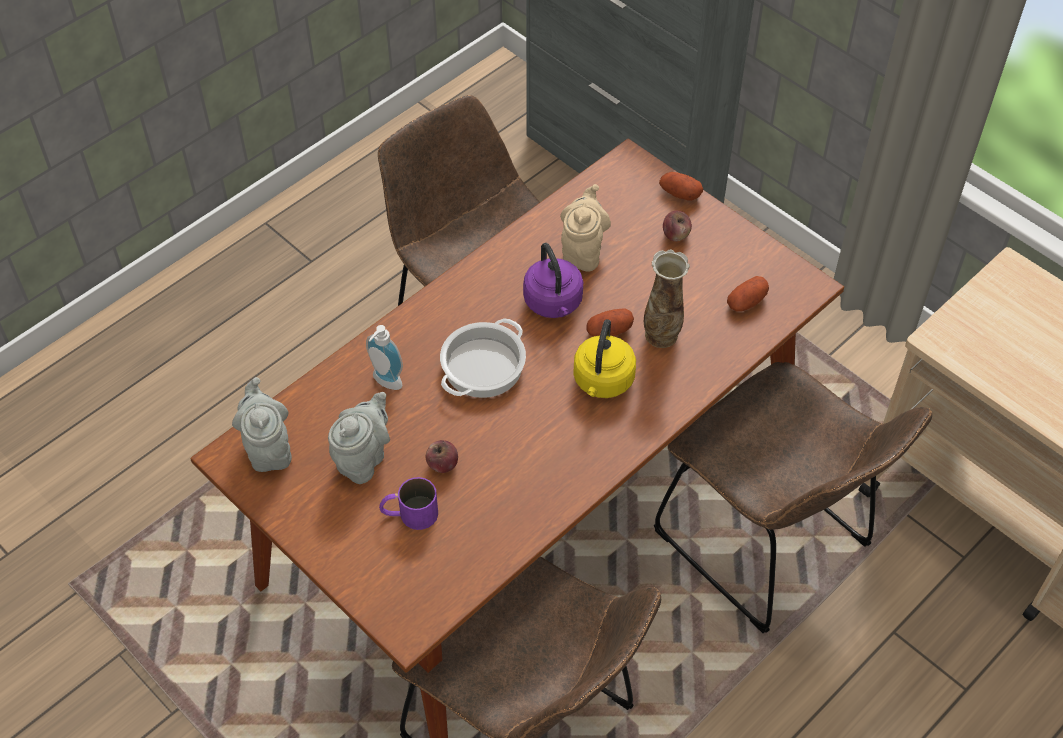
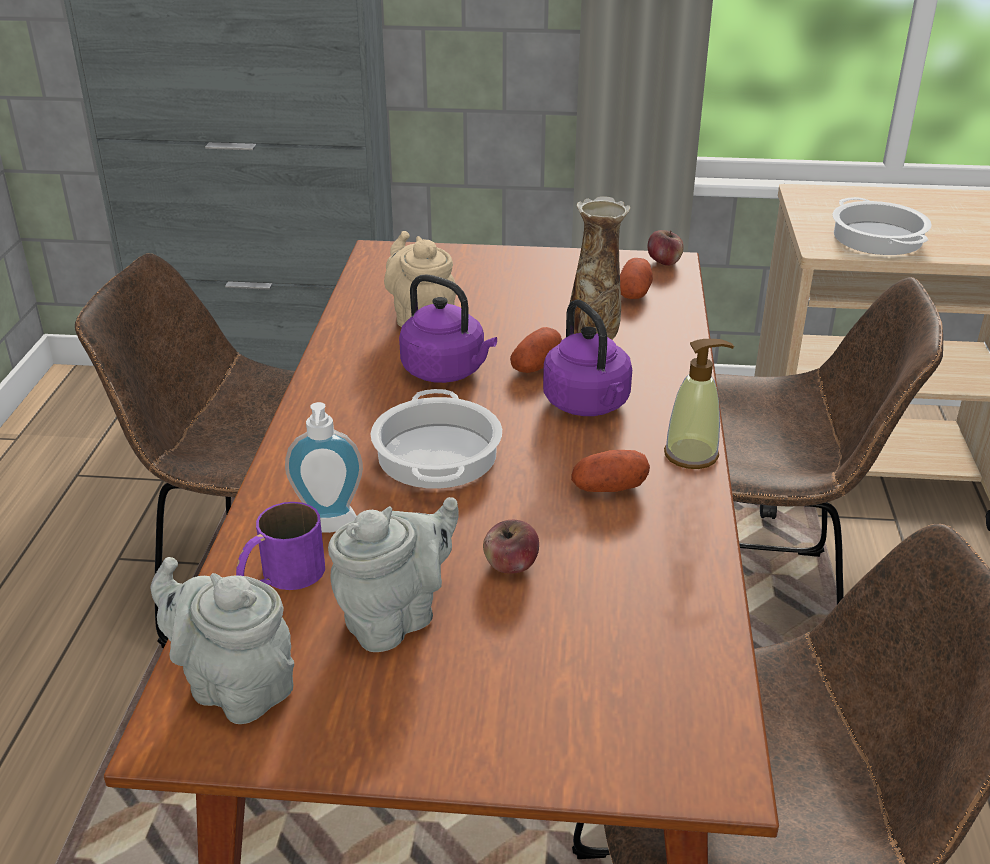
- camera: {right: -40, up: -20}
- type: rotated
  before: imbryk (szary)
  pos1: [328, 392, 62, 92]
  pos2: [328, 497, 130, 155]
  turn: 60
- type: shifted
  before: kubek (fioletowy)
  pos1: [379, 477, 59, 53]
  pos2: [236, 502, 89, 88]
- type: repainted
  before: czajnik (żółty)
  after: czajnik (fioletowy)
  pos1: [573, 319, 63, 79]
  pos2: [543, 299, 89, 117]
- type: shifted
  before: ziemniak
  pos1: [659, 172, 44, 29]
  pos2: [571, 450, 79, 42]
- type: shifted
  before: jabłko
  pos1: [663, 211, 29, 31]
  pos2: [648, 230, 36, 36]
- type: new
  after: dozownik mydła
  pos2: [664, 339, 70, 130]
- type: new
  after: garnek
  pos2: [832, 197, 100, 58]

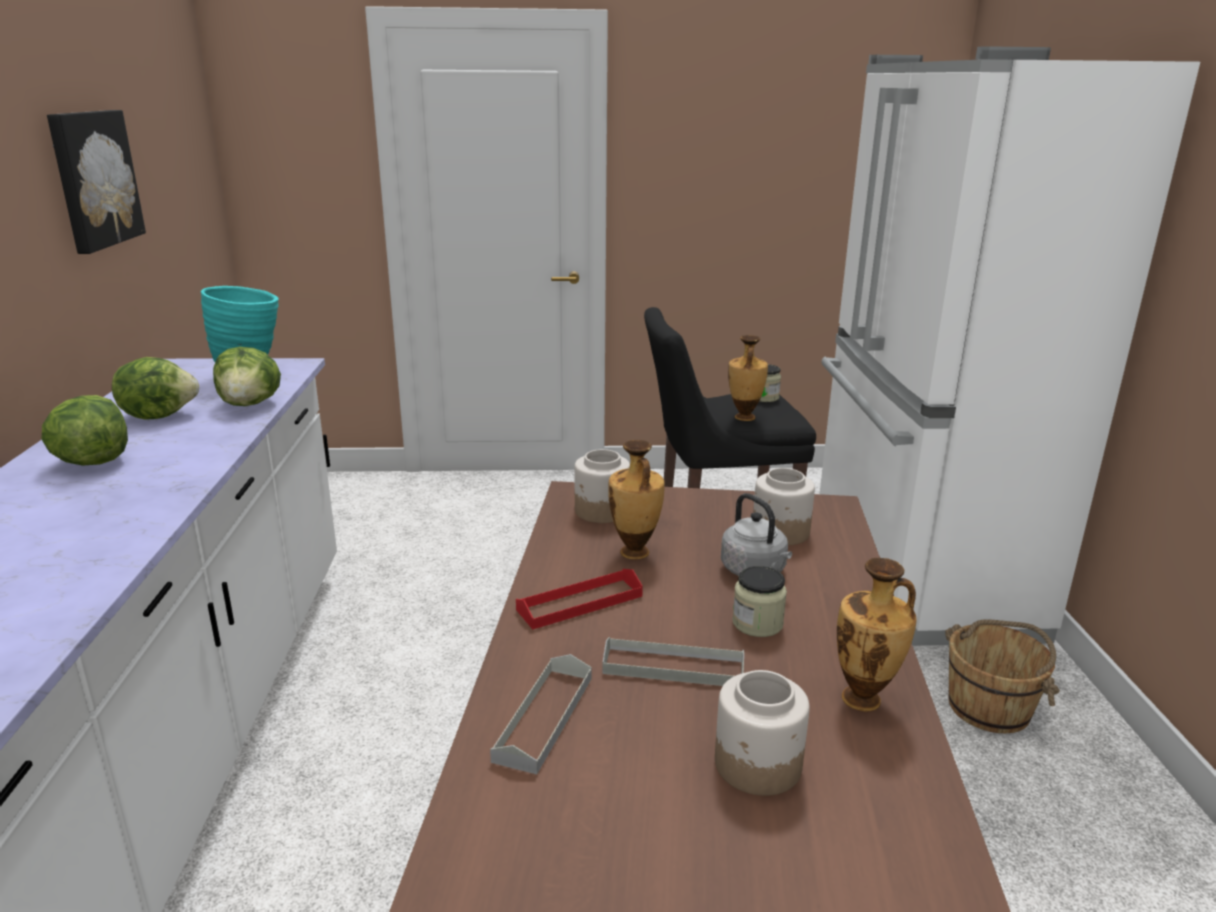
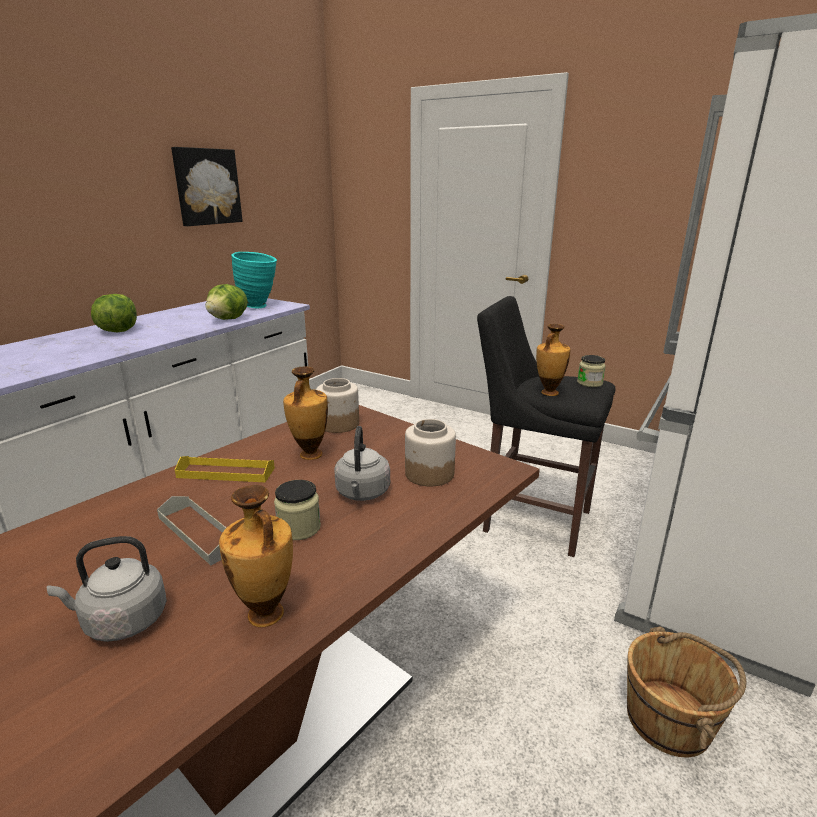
- camera: {right: 35, up: 0}
- type: gone
  before: sałata
  pos1: [112, 357, 87, 62]
- type: gone
  before: taca (szary)
  pos1: [490, 654, 101, 120]
- type: repainted
  before: taca (czerwony)
  after: taca (żółty)
  pos1: [516, 569, 127, 61]
  pos2: [175, 456, 100, 26]
- type: swapped
  before: słoik
  after: czajnik (szary)
  pos1: [715, 670, 95, 126]
  pos2: [47, 536, 120, 106]

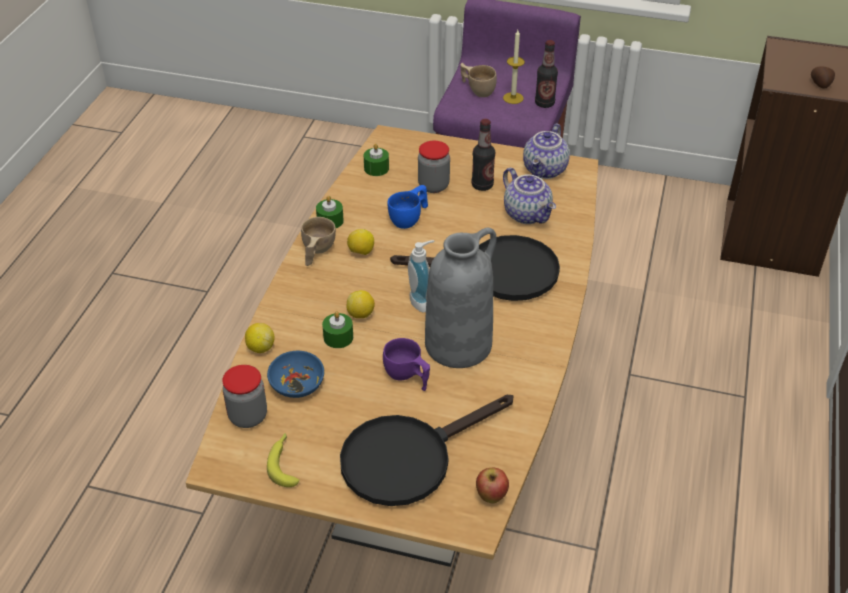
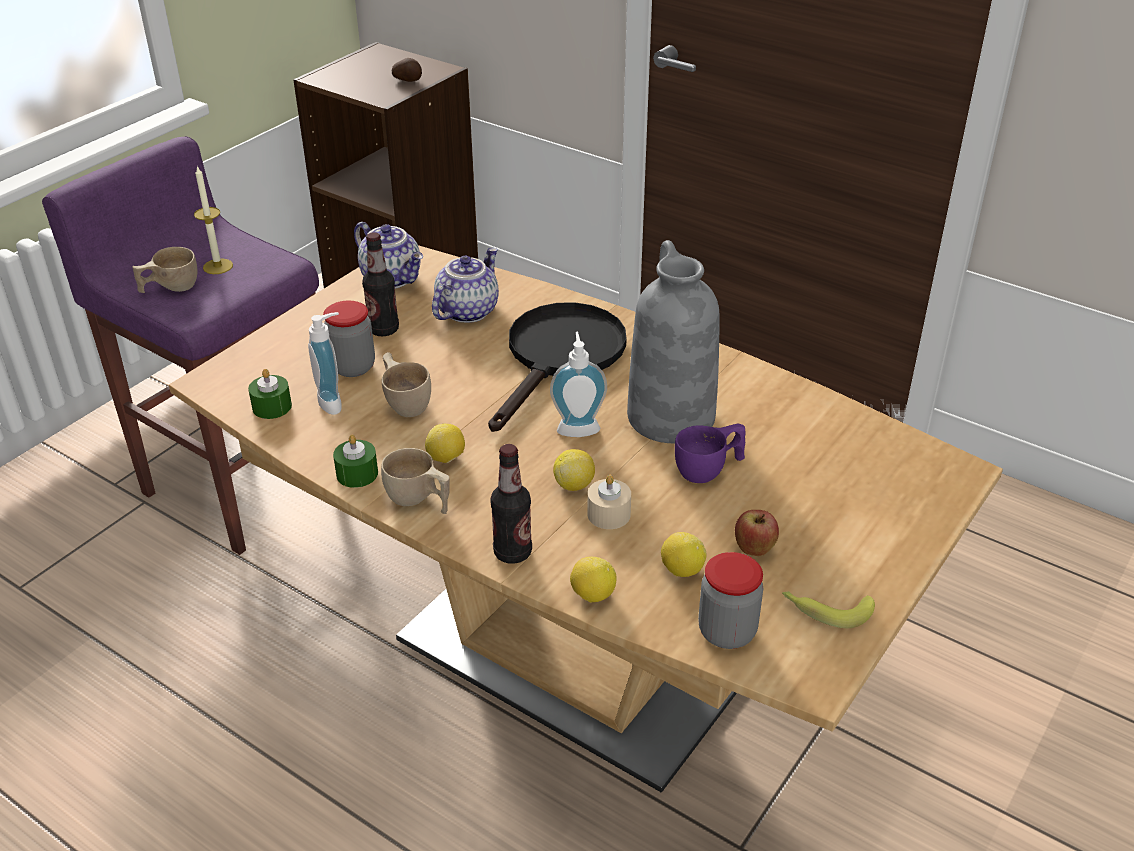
- camera: {right: -70, up: -5}
- type: swapped
  before: miska (niebieski)
  after: cytryna
  pos1: [267, 351, 57, 47]
  pos2: [661, 532, 45, 45]
- type: repainted
  before: świeca (zielony)
  after: świeca (beżowy)
  pos1: [322, 311, 31, 37]
  pos2: [588, 475, 43, 54]
- type: gone
  before: patelnia (czarny)
  pos1: [340, 395, 173, 111]
- type: repainted
  before: filiżanka (niebieski)
  after: filiżanka (beżowy)
  pos1: [388, 185, 40, 44]
  pos2: [382, 352, 49, 65]
- type: shifted
  before: jabłko
  pos1: [476, 468, 33, 35]
  pos2: [735, 510, 44, 46]
- type: rotated
  before: imbryk
  pos1: [503, 168, 53, 56]
  pos2: [432, 248, 67, 75]
  turn: -45
- type: shifted
  before: butelka
  pos1: [535, 40, 23, 68]
  pos2: [490, 444, 42, 120]
- type: new
  after: dozownik mydła
  pos2: [308, 312, 34, 103]

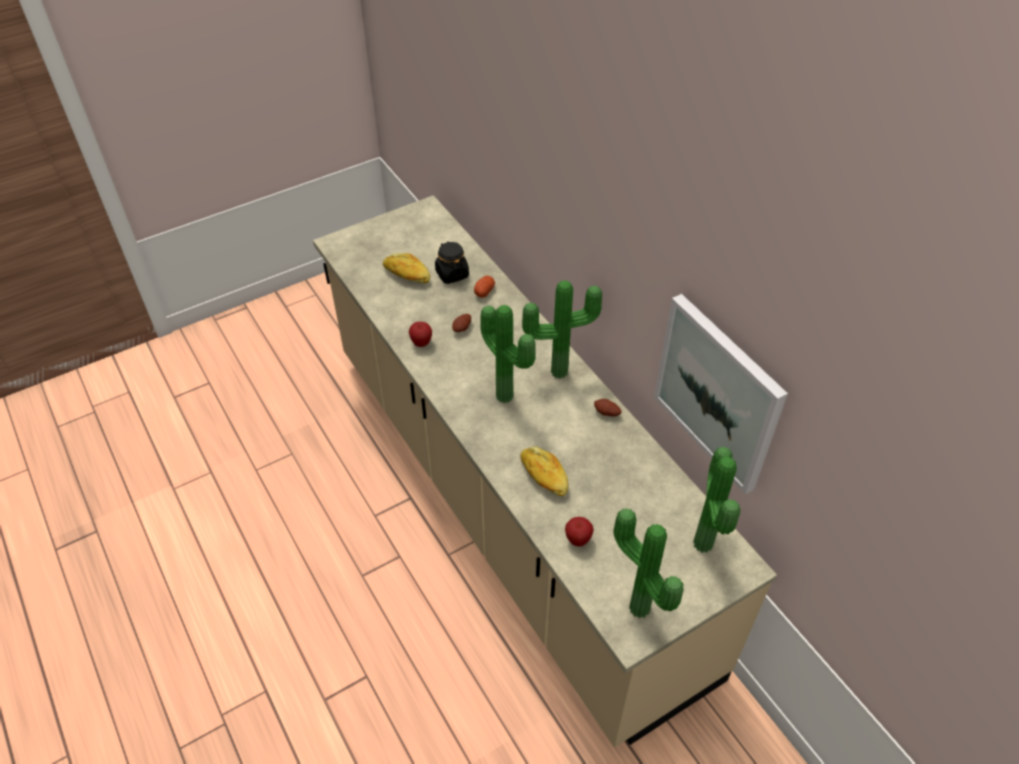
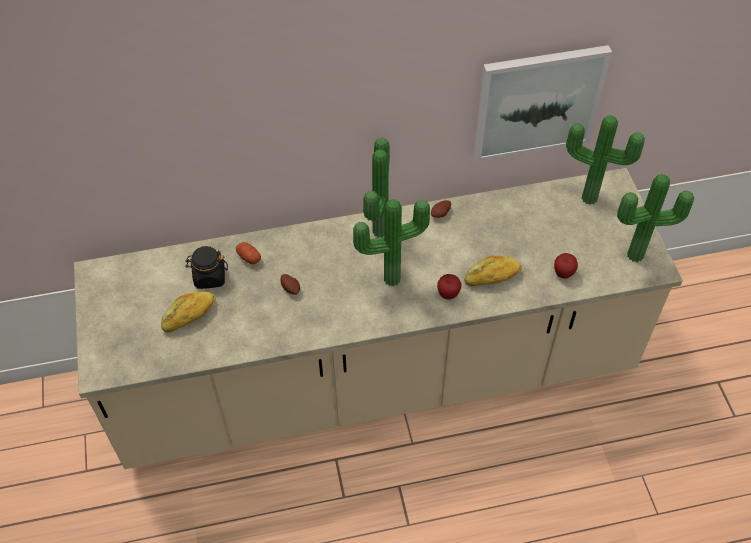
- camera: {right: -70, up: 5}
- type: shifted
  before: jabłko
  pos1: [409, 322, 23, 25]
  pos2: [437, 274, 24, 25]

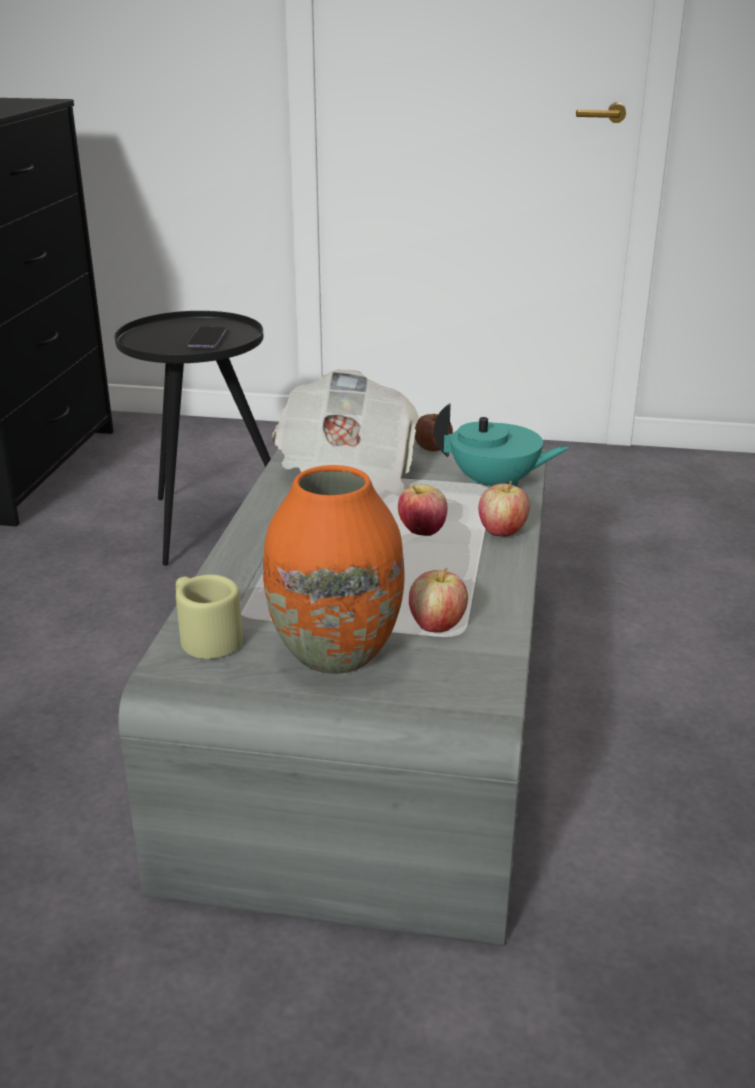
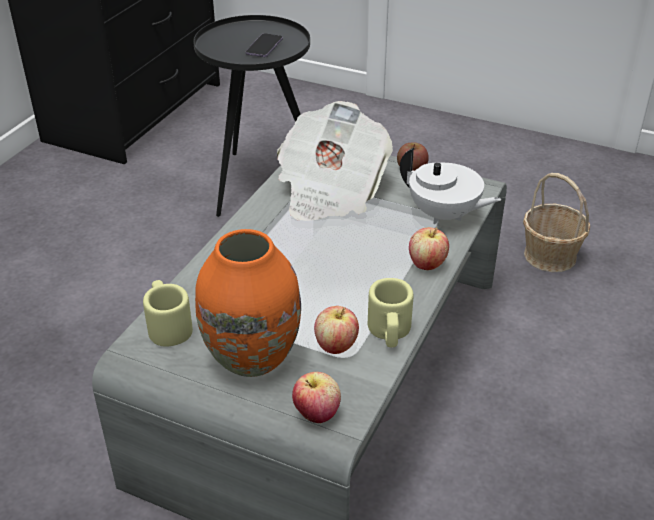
- camera: {right: 15, up: 10}
- type: shifted
  before: jabłko
  pos1: [398, 484, 49, 52]
  pos2: [292, 372, 49, 51]
- type: repainted
  before: imbryk (turkusowy)
  after: imbryk (biały)
  pos1: [434, 403, 135, 85]
  pos2: [400, 148, 101, 76]
- type: new
  after: kubek (beżowy)
  pos2: [368, 278, 45, 69]
- type: new
  after: koszyk
  pos2: [523, 173, 67, 99]

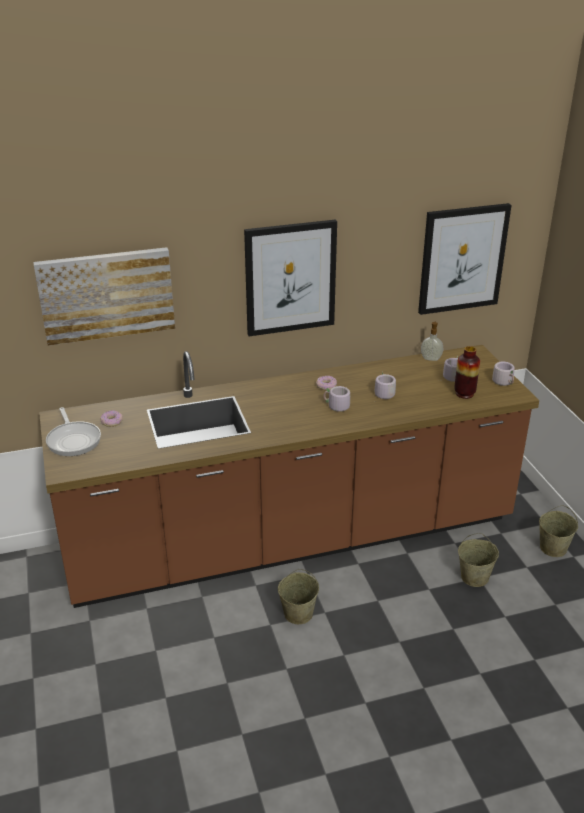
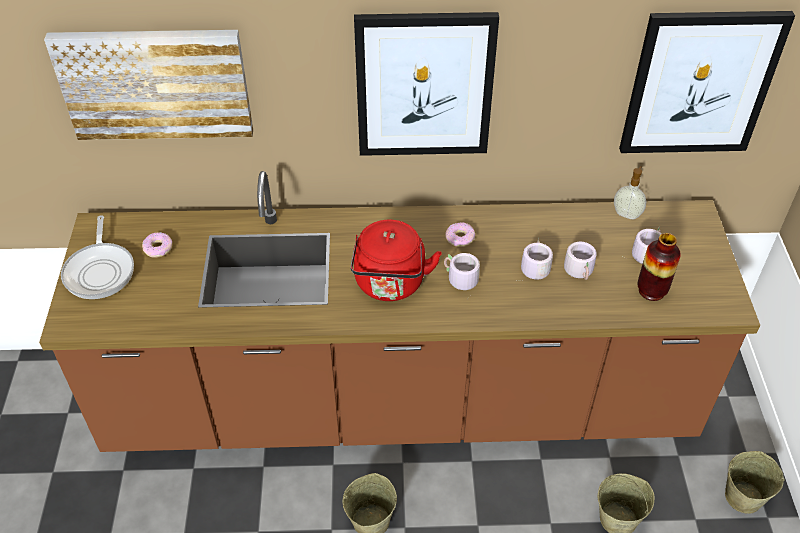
- camera: {right: 15, up: 15}
- type: shifted
  before: kubek (szary)
  pos1: [492, 362, 23, 24]
  pos2: [564, 242, 33, 38]
- type: new
  after: czajnik (czerwony)
  pos2: [351, 220, 91, 81]

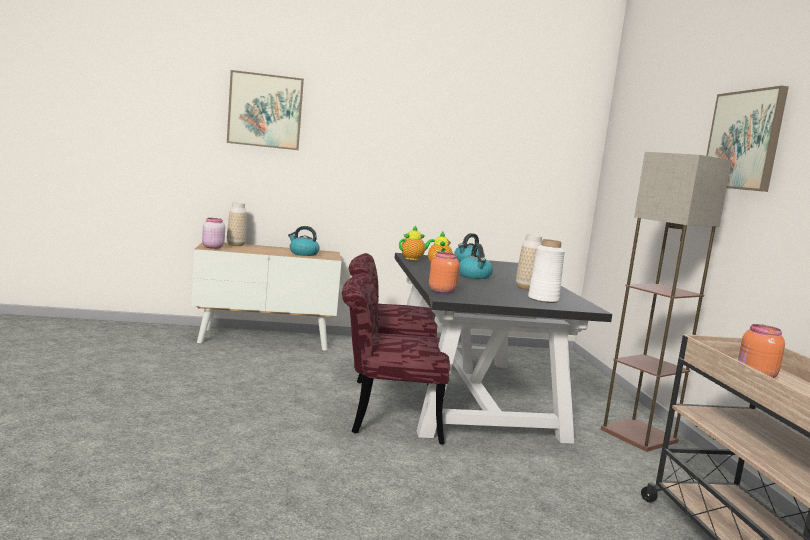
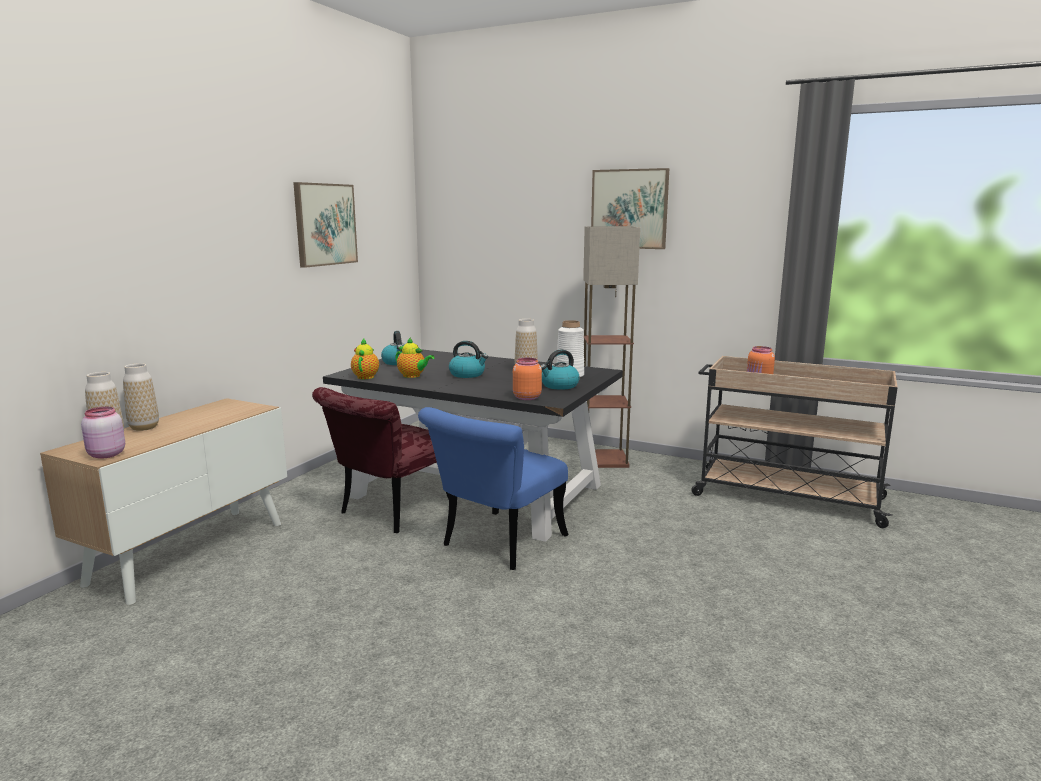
- camera: {right: -55, up: 5}
- type: shifted
  before: obraz
  pos1: [227, 70, 77, 80]
  pos2: [293, 182, 65, 86]
- type: shifted
  before: czajnik
  pos1: [288, 226, 32, 30]
  pos2: [541, 349, 39, 41]
- type: repainted
  before: krzesło (czerwony)
  after: krzesło (niebieski)
  pos1: [342, 273, 108, 172]
  pos2: [418, 407, 151, 163]
- type: new
  after: wazon
  pos2: [123, 363, 36, 68]

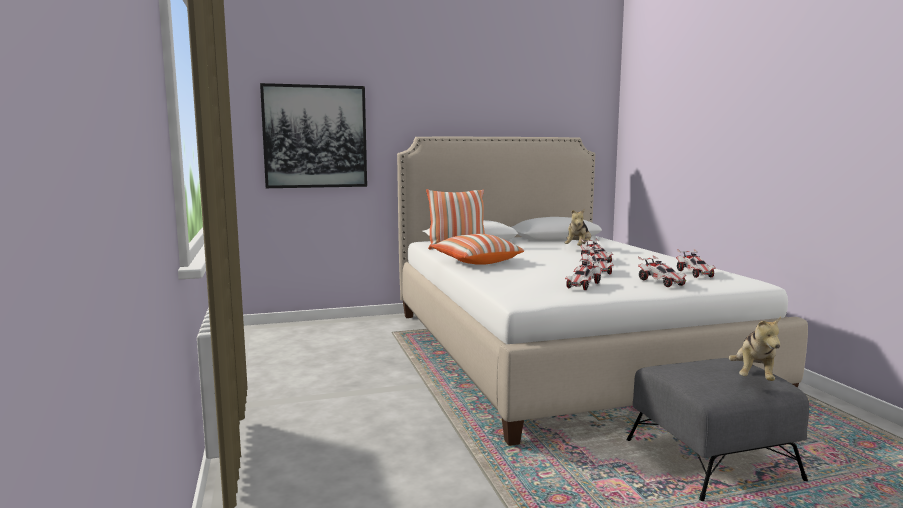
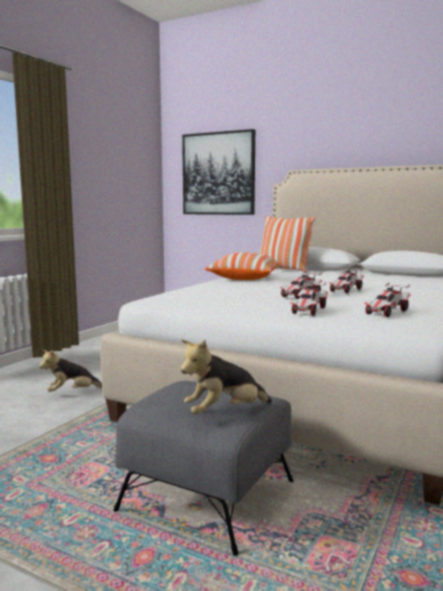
- camera: {right: 45, up: 0}
- type: shifted
  before: pluszak
  pos1: [565, 209, 26, 37]
  pos2: [39, 349, 63, 43]
- type: gone
  before: samochodzik
  pos1: [565, 257, 37, 33]

